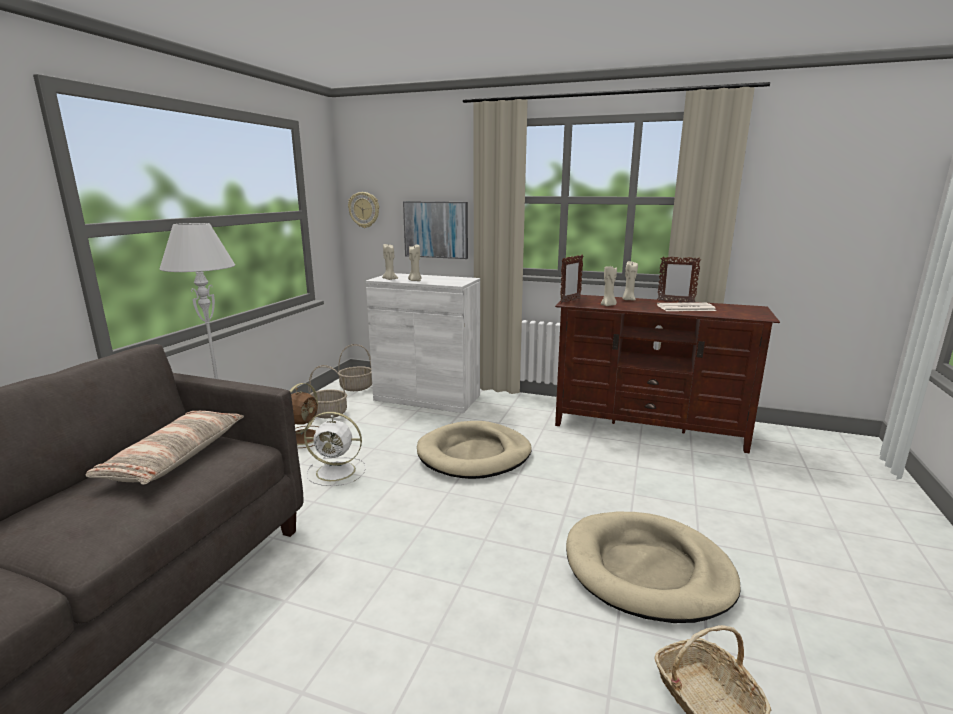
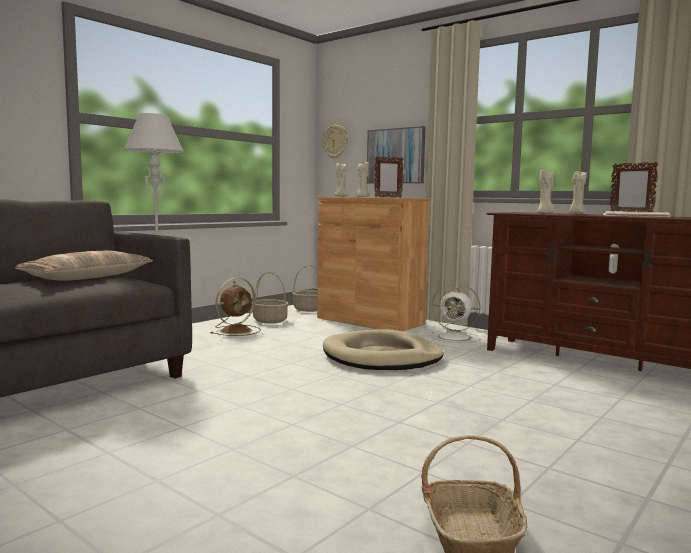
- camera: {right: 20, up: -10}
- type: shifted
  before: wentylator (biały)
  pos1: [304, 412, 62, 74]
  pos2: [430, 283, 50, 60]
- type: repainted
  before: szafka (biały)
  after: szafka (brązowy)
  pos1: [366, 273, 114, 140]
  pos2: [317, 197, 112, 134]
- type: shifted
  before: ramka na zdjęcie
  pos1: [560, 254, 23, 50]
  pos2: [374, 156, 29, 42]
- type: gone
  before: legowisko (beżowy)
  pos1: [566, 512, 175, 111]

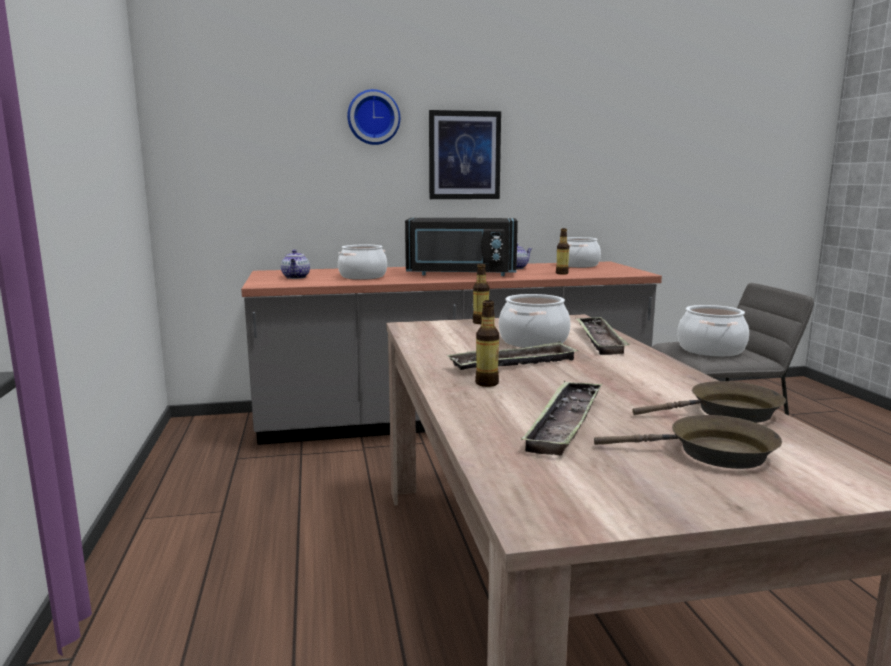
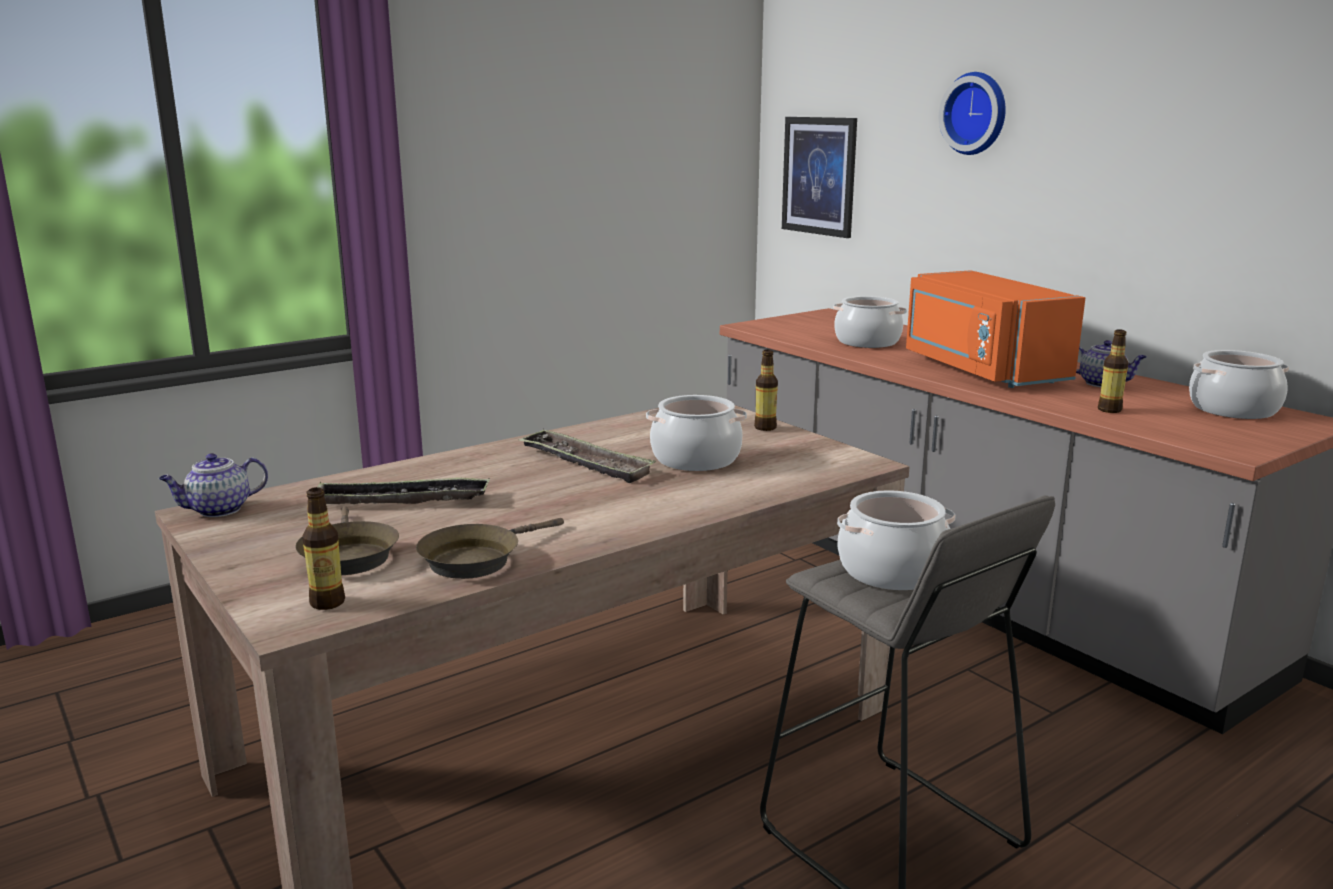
- camera: {right: 65, up: 5}
- type: shifted
  before: imbryk
  pos1: [281, 250, 29, 29]
  pos2: [159, 453, 109, 64]
- type: repainted
  before: mikrofalówka (czarny)
  after: mikrofalówka (pomarańczowy)
  pos1: [405, 218, 113, 58]
  pos2: [906, 270, 179, 118]
- type: shifted
  before: obraz
  pos1: [429, 110, 72, 89]
  pos2: [782, 117, 75, 121]
- type: shifted
  before: butelka
  pos1: [475, 300, 24, 87]
  pos2: [302, 487, 43, 123]
- type: gone
  before: taca
  pos1: [575, 317, 55, 38]
- type: rotated
  before: patelnia (brązowy)
  pos1: [632, 381, 154, 42]
  pos2: [416, 518, 148, 61]
  turn: 75

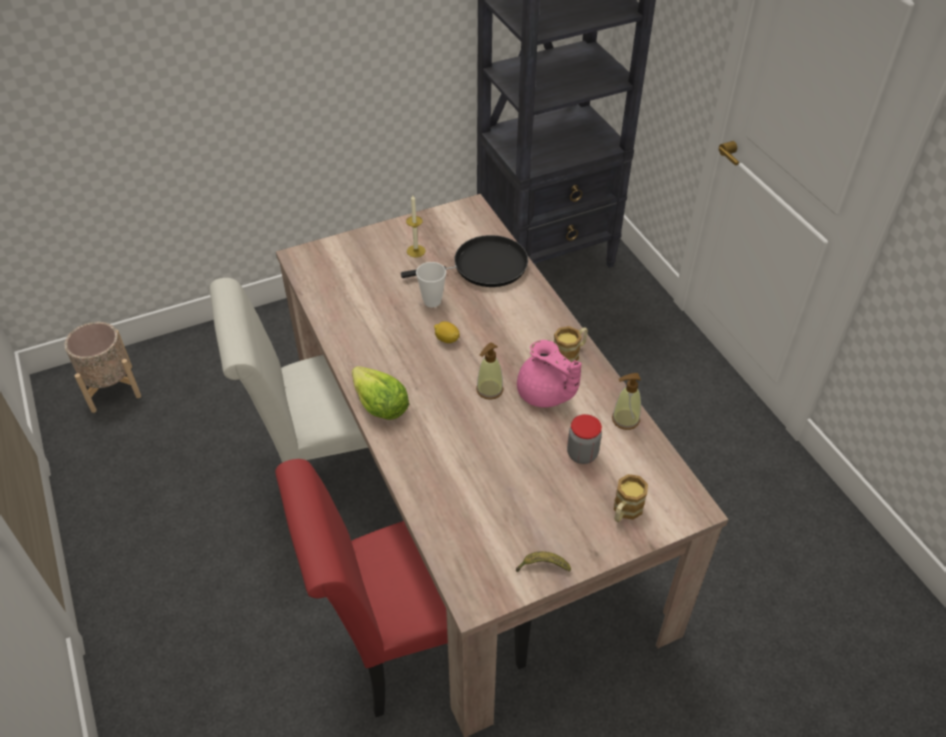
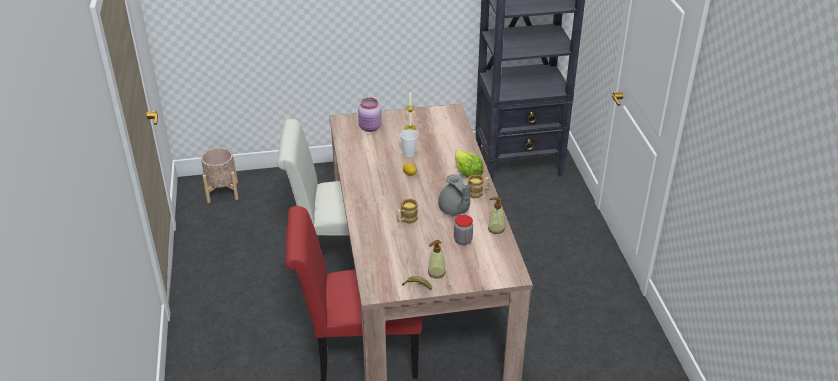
- camera: {right: 15, up: -10}
- type: shifted
  before: sałata
  pos1: [352, 366, 57, 54]
  pos2: [455, 150, 28, 27]
- type: gone
  before: patelnia (czarny)
  pos1: [401, 235, 127, 52]
- type: shifted
  before: dozownik mydła
  pos1: [476, 342, 27, 58]
  pos2: [428, 240, 17, 38]
- type: repainted
  before: imbryk (różowy)
  after: imbryk (szary)
  pos1: [517, 340, 65, 67]
  pos2: [438, 174, 32, 41]
- type: shifted
  before: kubek
  pos1: [614, 474, 34, 48]
  pos2: [396, 199, 22, 25]
- type: new
  after: słoik (różowy)
  pos2: [358, 98, 24, 34]

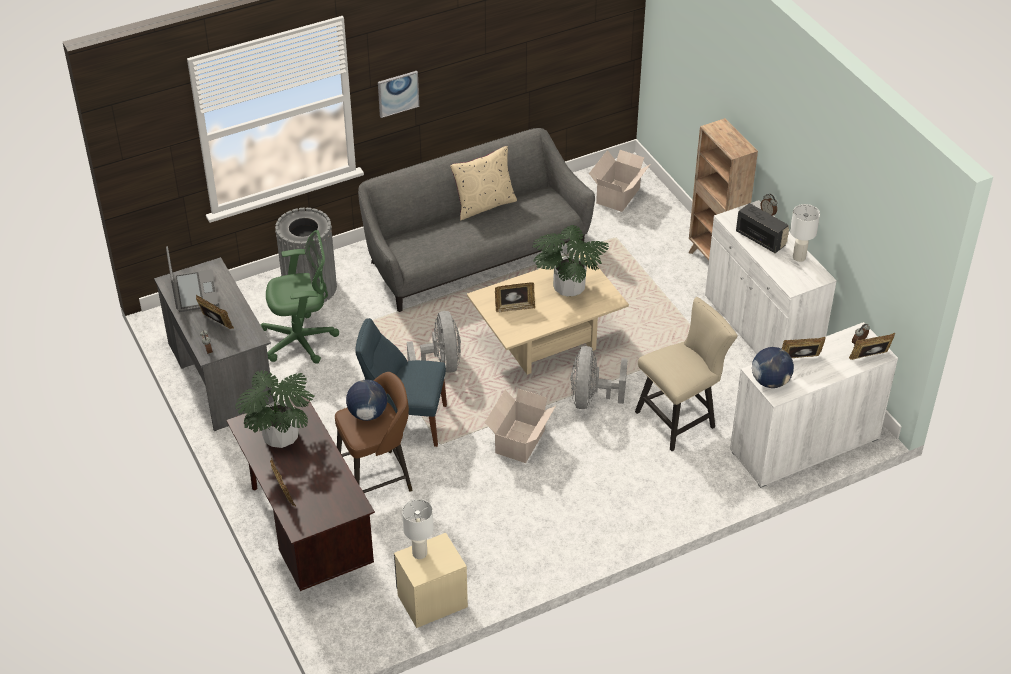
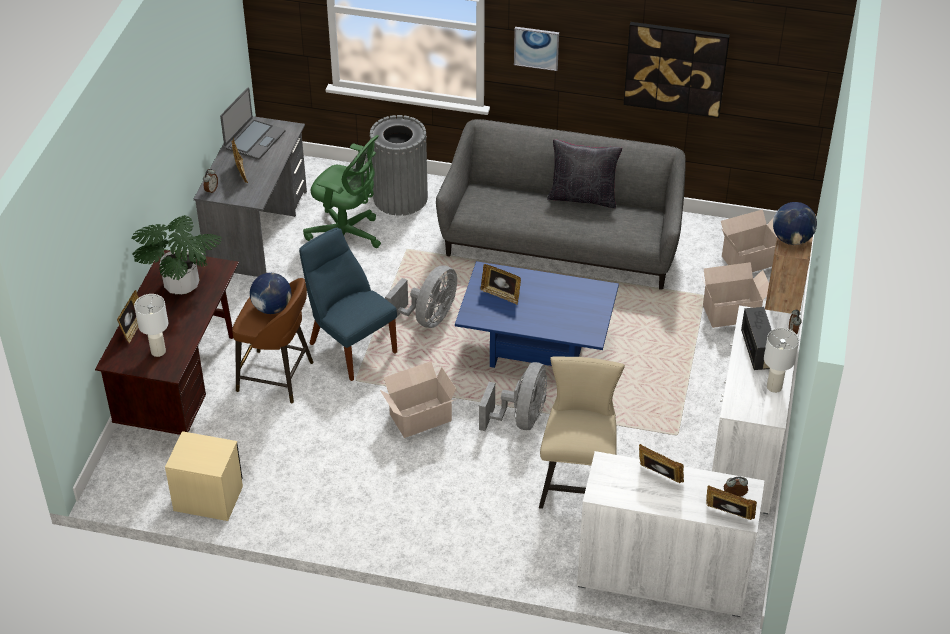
- camera: {right: 40, up: 0}
- type: shifted
  before: lampa stołowa (biały)
  pos1: [402, 499, 32, 60]
  pos2: [134, 294, 34, 63]
- type: repainted
  before: poduszka (beżowy)
  after: poduszka (czarny)
  pos1: [450, 146, 67, 74]
  pos2: [547, 139, 75, 69]
- type: repainted
  before: ława (beżowy)
  after: ława (niebieski)
  pos1: [467, 254, 162, 121]
  pos2: [455, 261, 164, 107]
- type: gone
  before: roślina doniczkowa
  pos1: [533, 225, 76, 72]
- type: rotated
  before: wentylator (szary)
  pos1: [571, 346, 57, 63]
  pos2: [479, 362, 68, 69]
  turn: 150
- type: rotated
  before: krzesło (beżowy)
  pos1: [635, 297, 103, 154]
  pos2: [539, 356, 86, 153]
  turn: -90
- type: shifted
  before: globus
  pos1: [752, 347, 42, 41]
  pos2: [773, 202, 44, 43]
- type: new
  after: obraz
  pos2: [624, 22, 106, 96]
- type: new
  after: karton
  pos2: [702, 262, 67, 66]

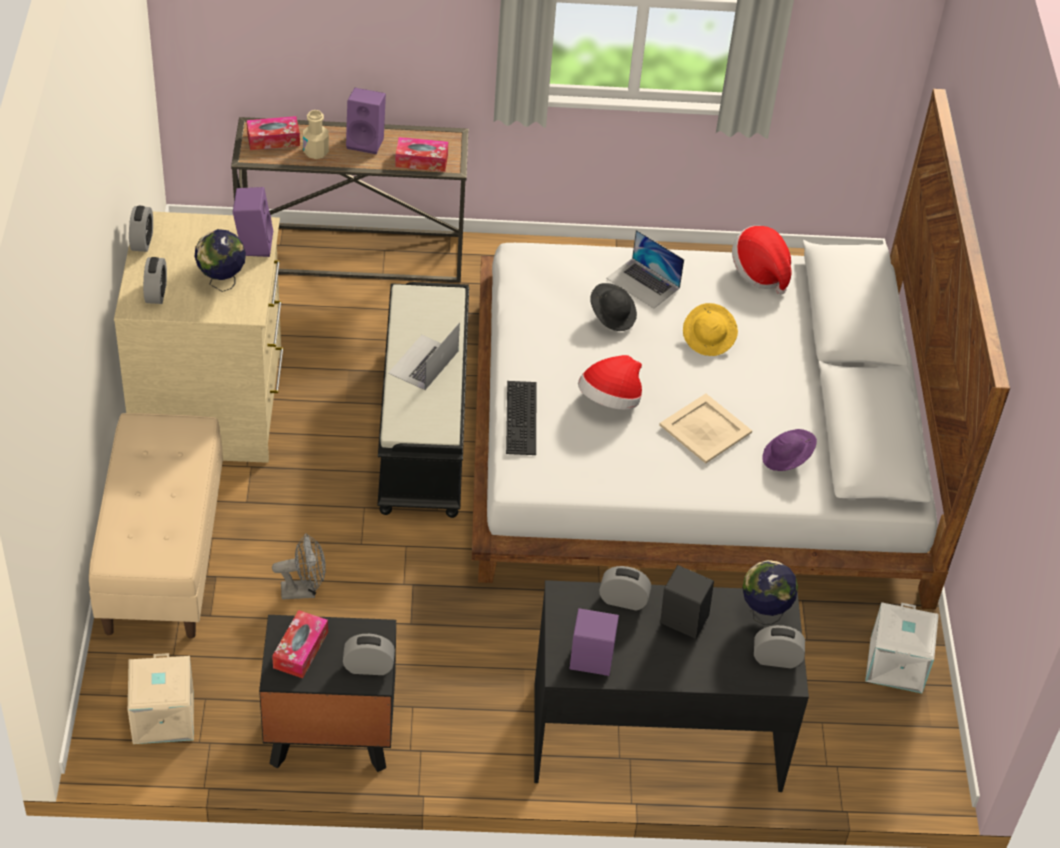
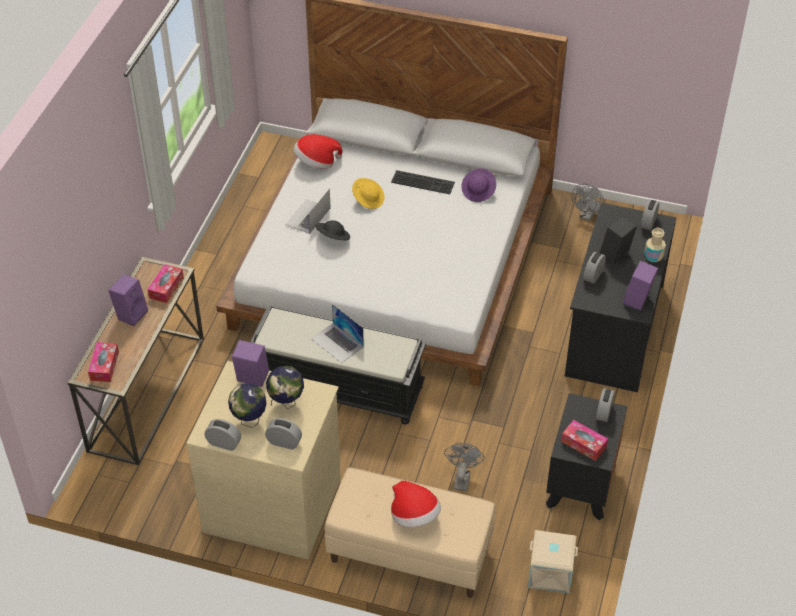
- camera: {right: -70, up: 0}
- type: shifted
  before: butelka (beżowy)
  pos1: [303, 110, 26, 49]
  pos2: [644, 228, 22, 34]
- type: shifted
  before: klawiatura
  pos1: [506, 381, 30, 74]
  pos2: [391, 170, 64, 24]
- type: shifted
  before: kapelusz
  pos1: [578, 355, 64, 55]
  pos2: [391, 480, 50, 47]
- type: rotated
  before: laptop
  pos1: [606, 230, 78, 79]
  pos2: [285, 189, 46, 45]
  turn: 150
- type: gone
  before: taca (beżowy)
  pos1: [659, 393, 93, 71]
- type: shifted
  before: globus
  pos1: [743, 560, 55, 65]
  pos2: [228, 383, 39, 45]
- type: swapped
  before: pojemnik do przechowywania (biały)
  after: wentylator (szary)
  pos1: [865, 602, 74, 91]
  pos2: [572, 183, 32, 38]

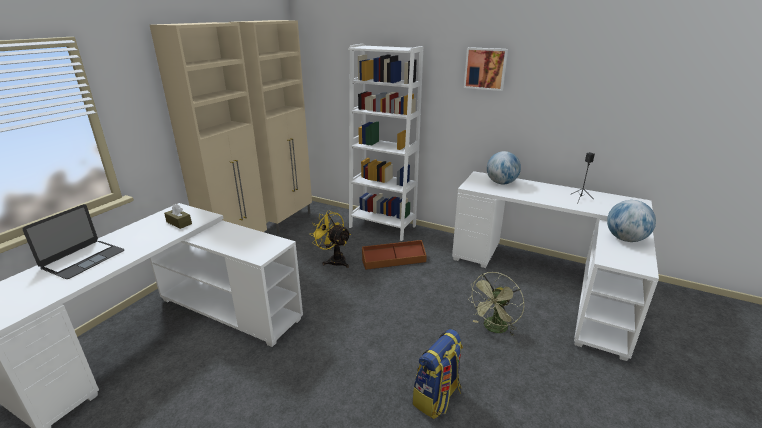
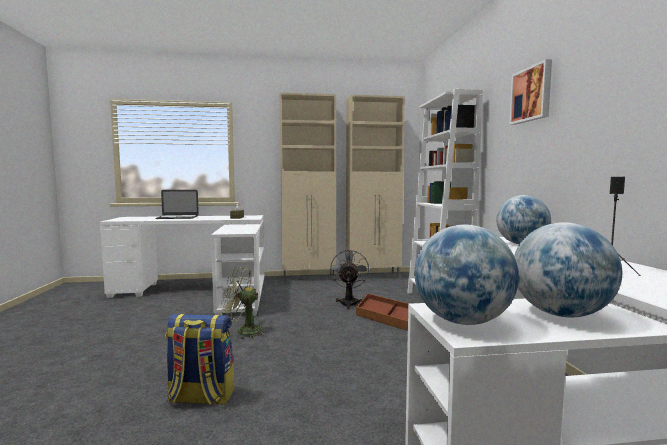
- camera: {right: 55, up: -20}
- type: repainted
  before: wentylator (żółty)
  after: wentylator (szary)
  pos1: [309, 210, 42, 58]
  pos2: [330, 249, 39, 60]
- type: shifted
  before: wentylator (zielony)
  pos1: [468, 272, 57, 64]
  pos2: [220, 267, 47, 72]
- type: new
  after: globus
  pos2: [414, 225, 105, 100]

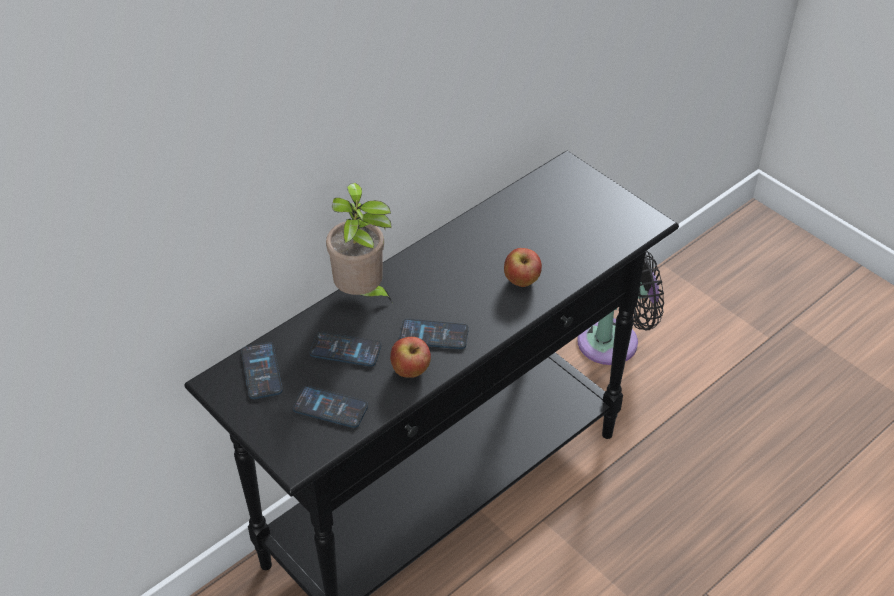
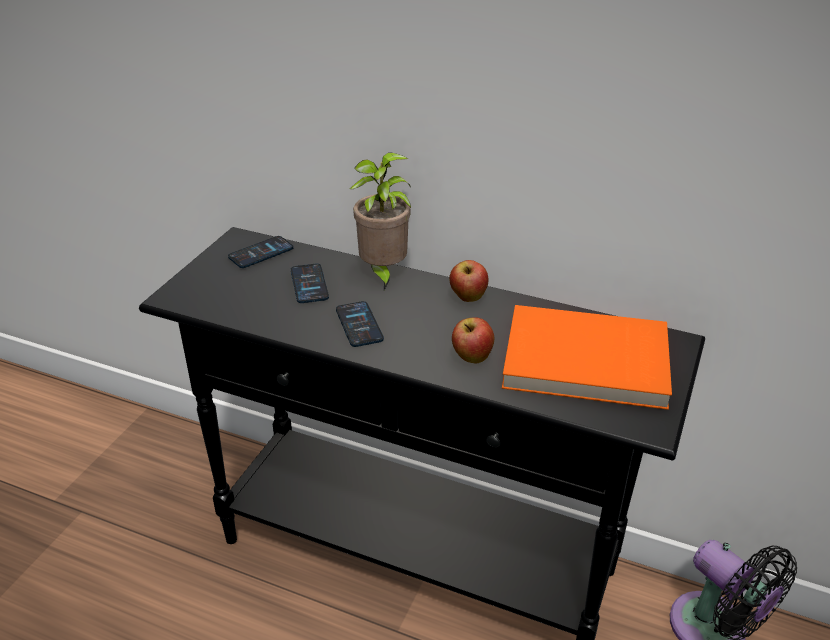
- camera: {right: 65, up: -10}
- type: gone
  before: telefon
  pos1: [293, 386, 75, 42]
- type: shifted
  before: jabłko
  pos1: [390, 337, 41, 41]
  pos2: [449, 260, 40, 42]
- type: new
  after: książka (pomarańczowy)
  pos2: [502, 305, 170, 105]

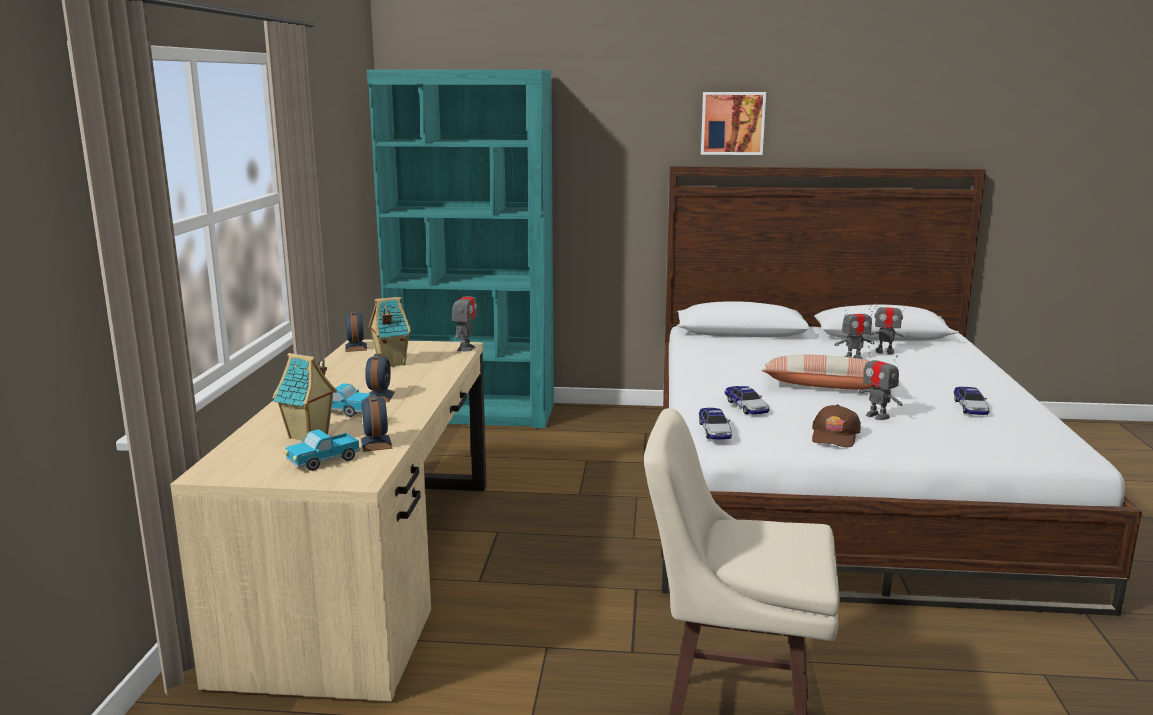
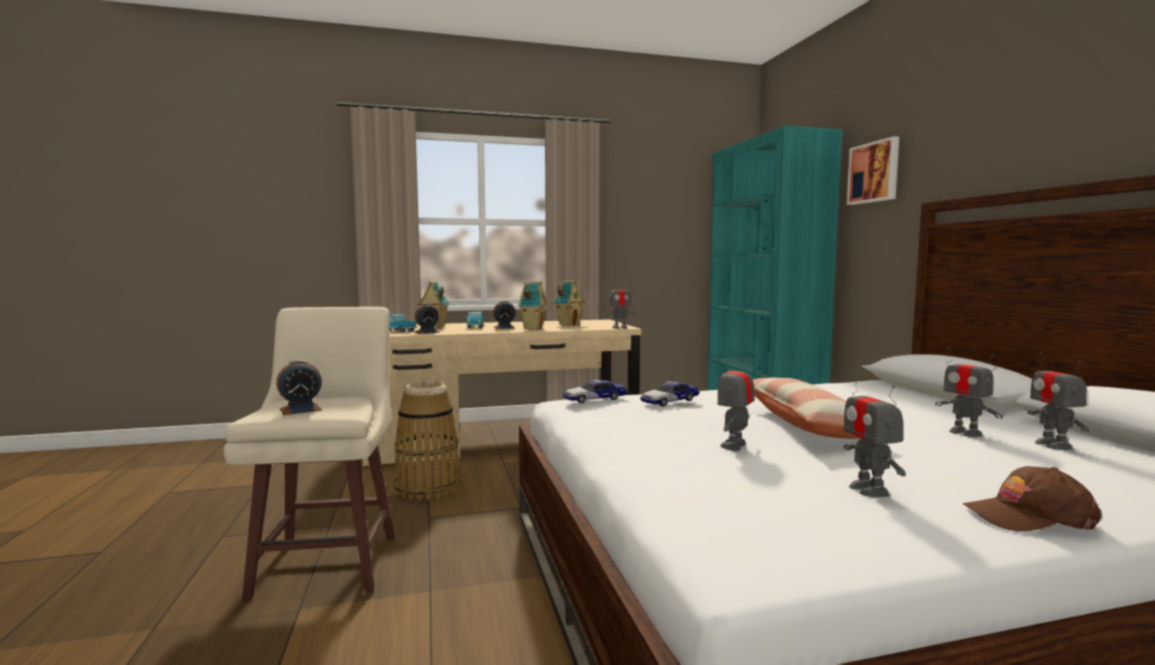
- camera: {right: 70, up: -10}
- type: shifted
  before: budzik
  pos1: [345, 311, 22, 41]
  pos2: [276, 360, 46, 55]
- type: shifted
  before: obraz
  pos1: [701, 92, 65, 63]
  pos2: [846, 136, 53, 69]
- type: shifted
  before: czapka z daszkiem (brązowy)
  pos1: [812, 404, 49, 43]
  pos2: [963, 466, 139, 65]
- type: swapped
  before: samochodzik
  after: robot zabawkowy
  pos1: [954, 387, 35, 28]
  pos2: [844, 372, 62, 125]
- type: new
  after: koszyk
  pos2: [393, 381, 69, 120]
- type: new
  after: domek
  pos2: [518, 281, 29, 49]

